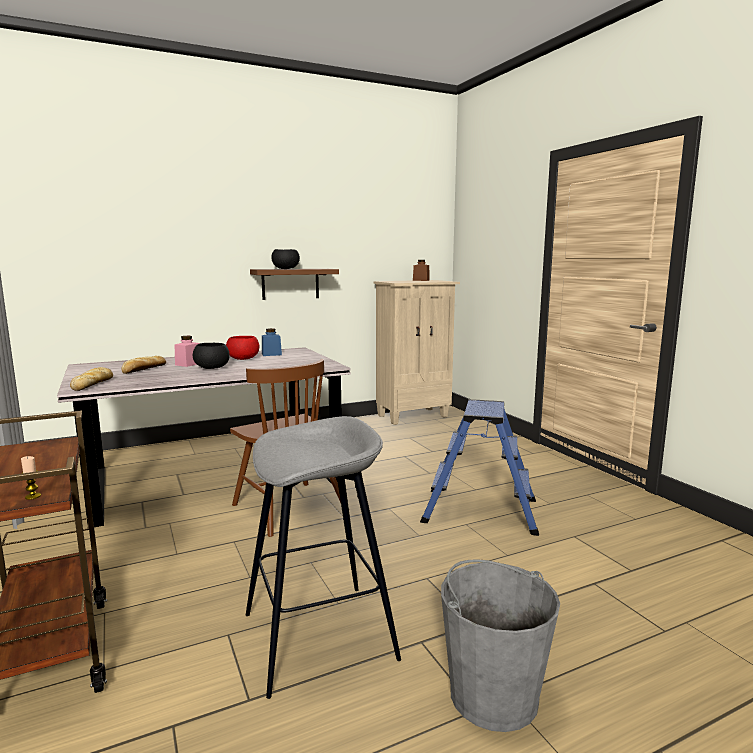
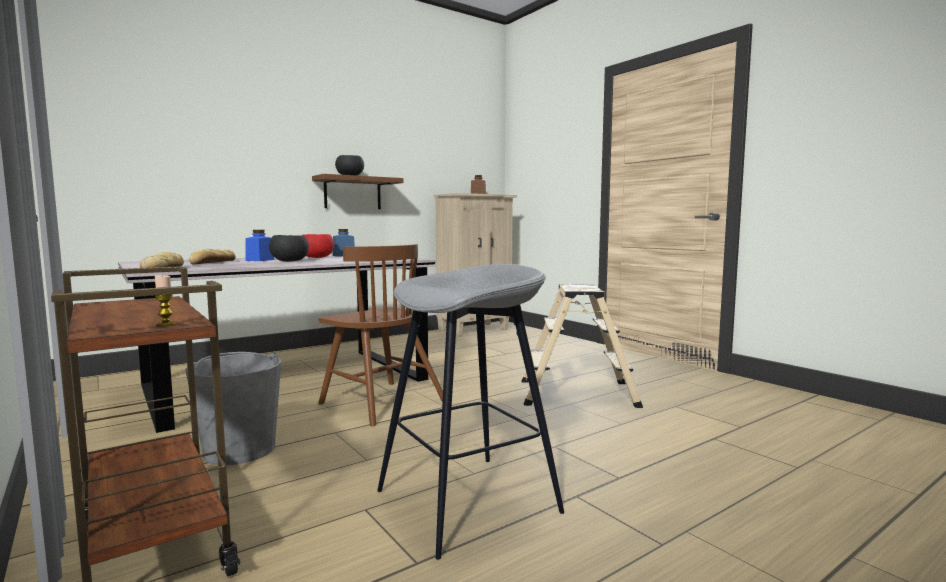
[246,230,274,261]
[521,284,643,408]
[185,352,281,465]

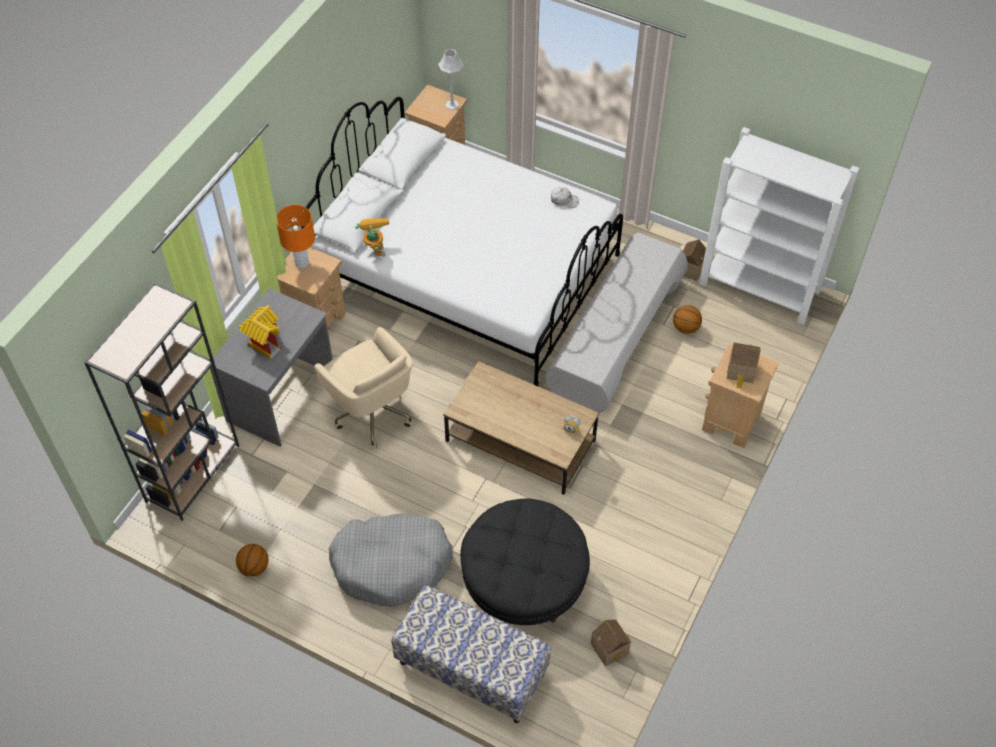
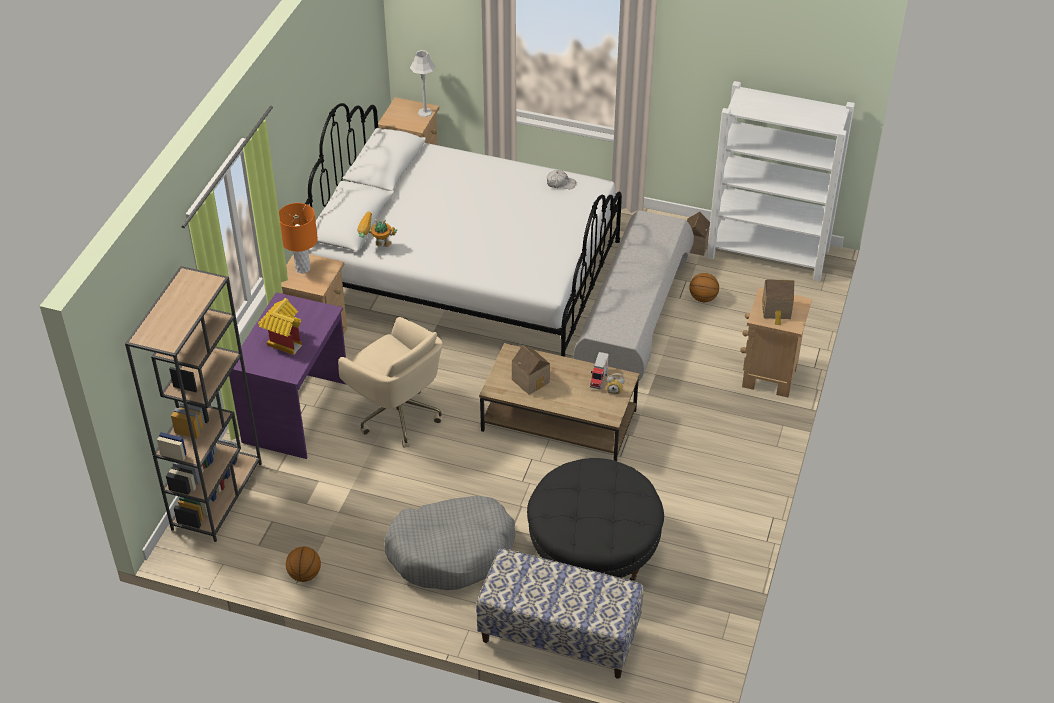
[357,212,397,247]
[229,292,347,459]
[512,345,550,395]
[590,352,609,389]

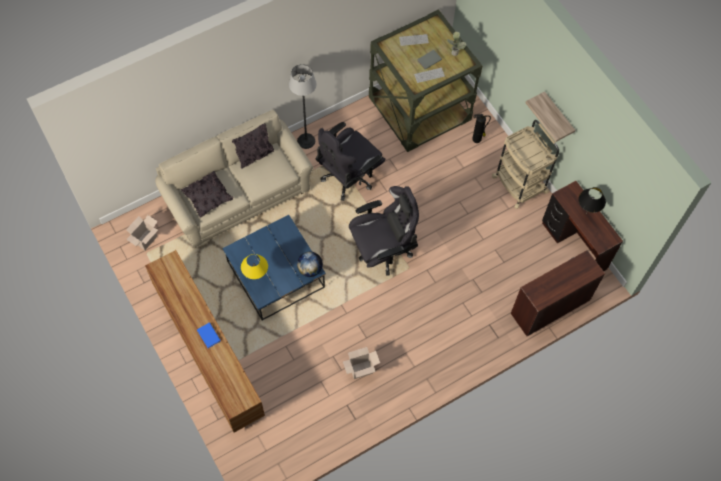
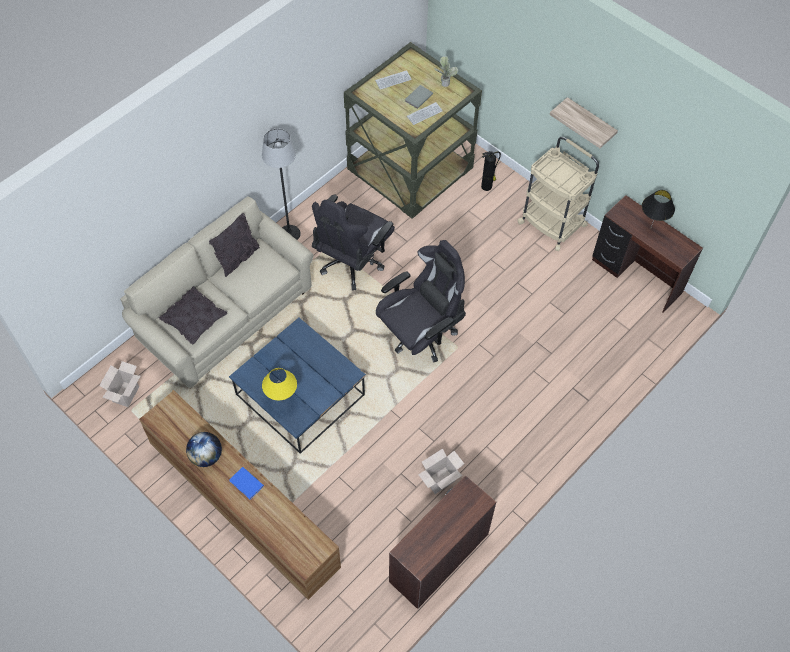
[389,475,496,609]
[186,432,222,467]

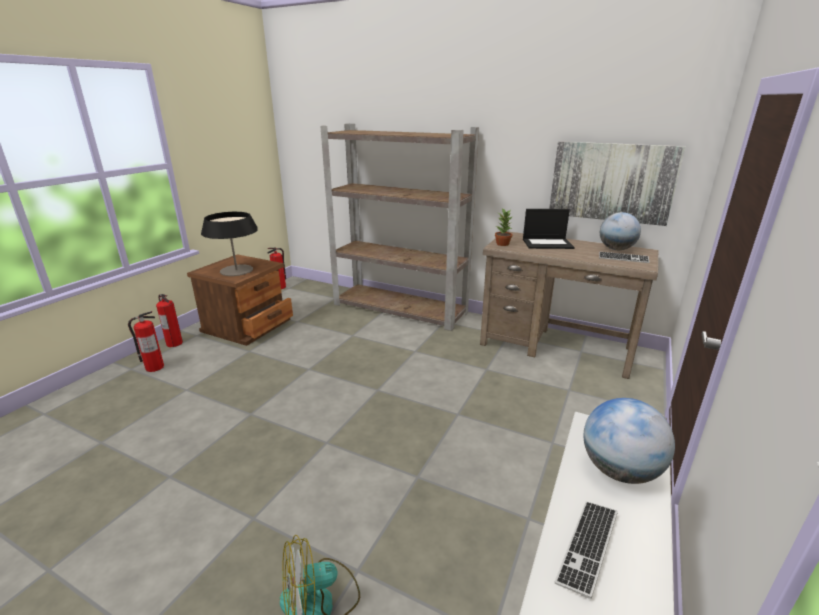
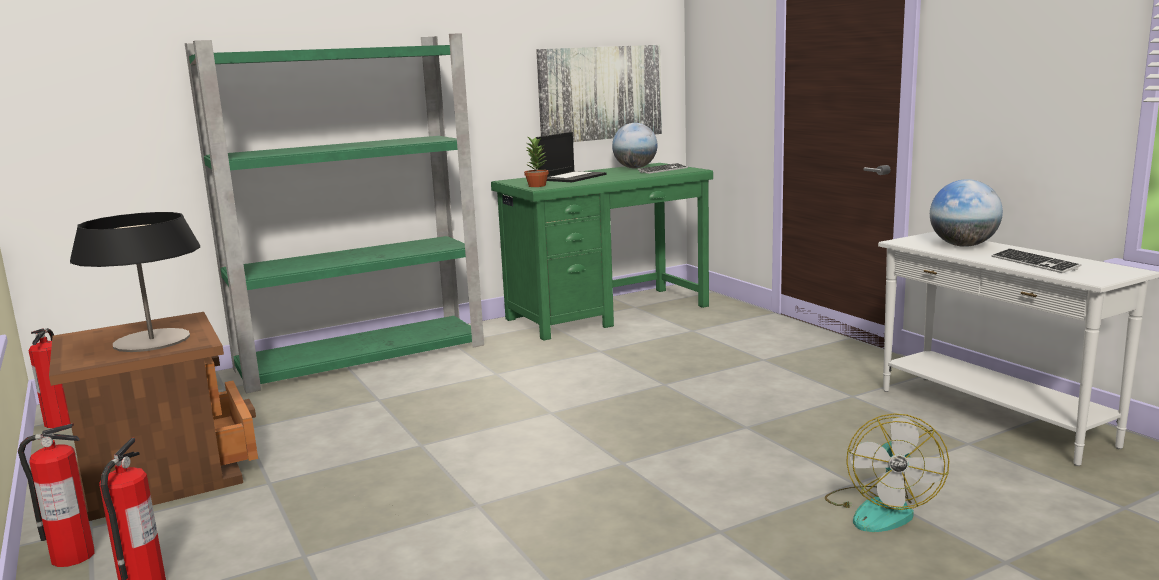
[185,33,484,393]
[491,163,713,341]

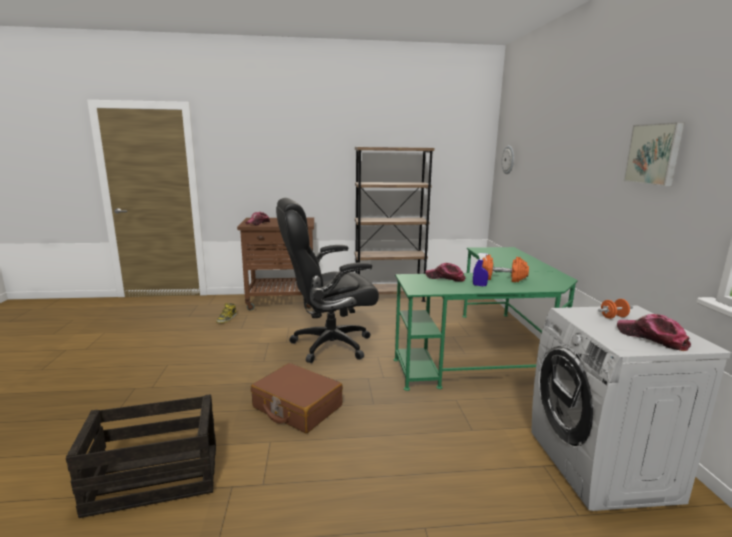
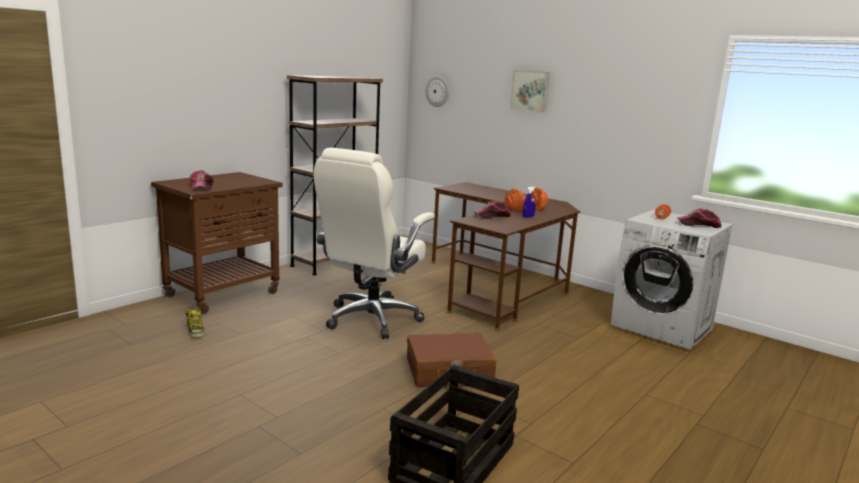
[510,70,550,113]
[314,148,435,339]
[431,182,580,331]

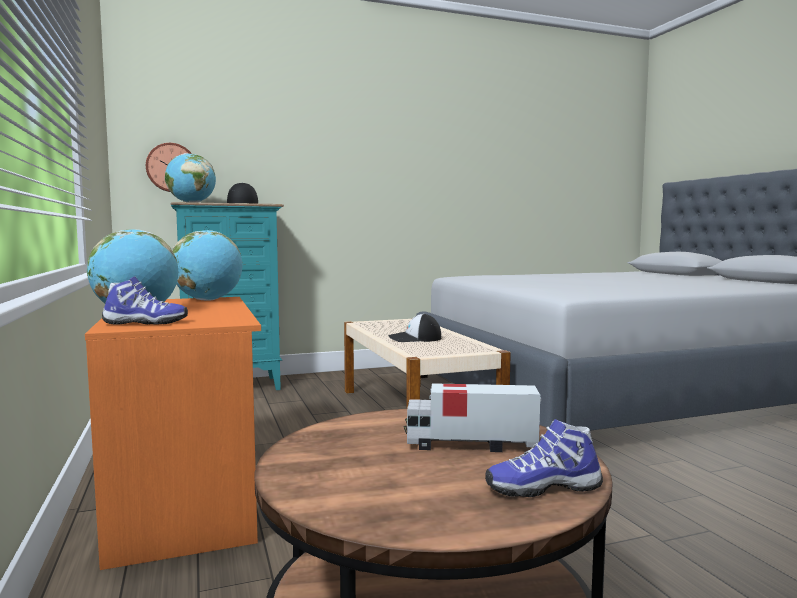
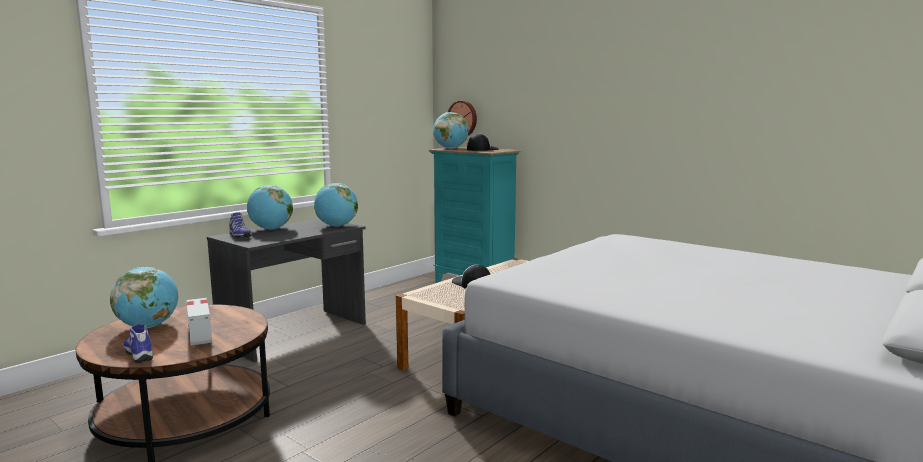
[207,219,366,362]
[110,267,178,328]

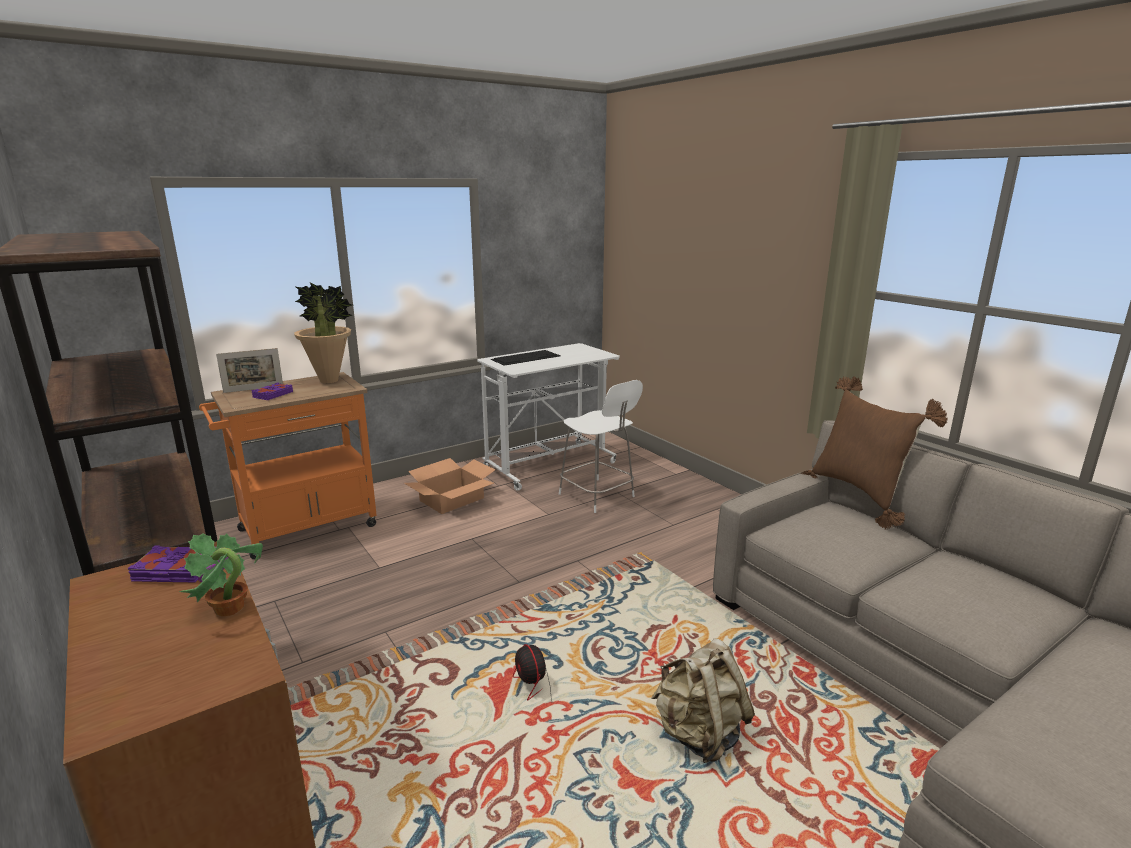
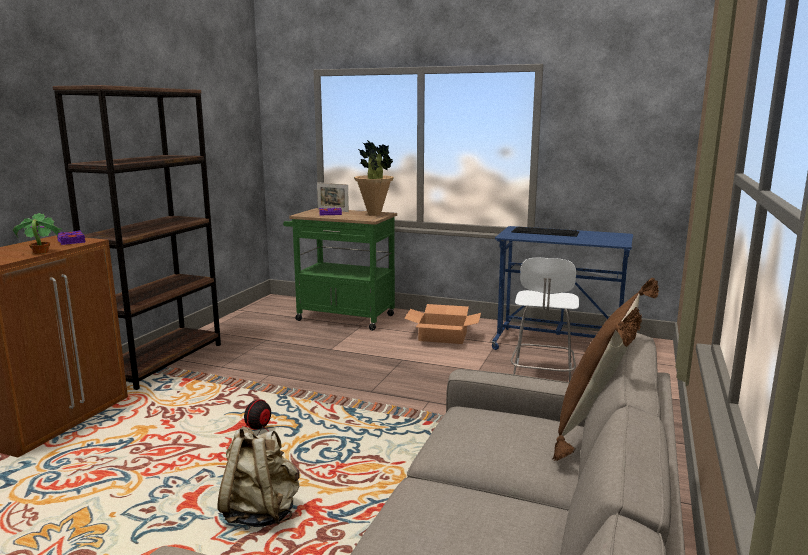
[492,226,633,350]
[283,208,397,331]

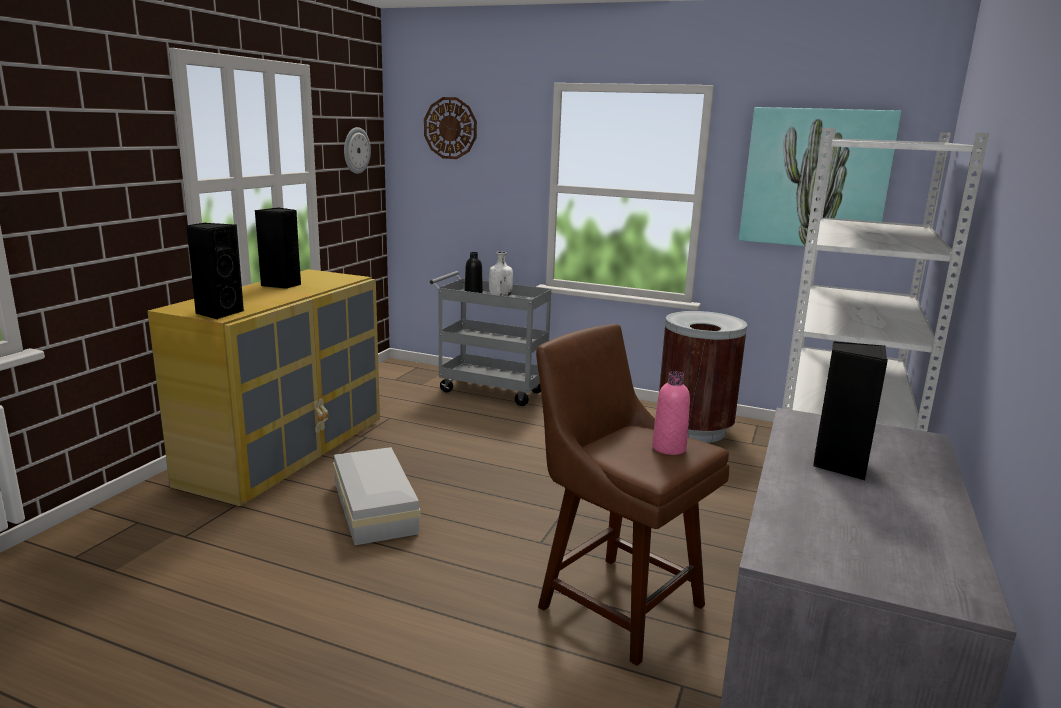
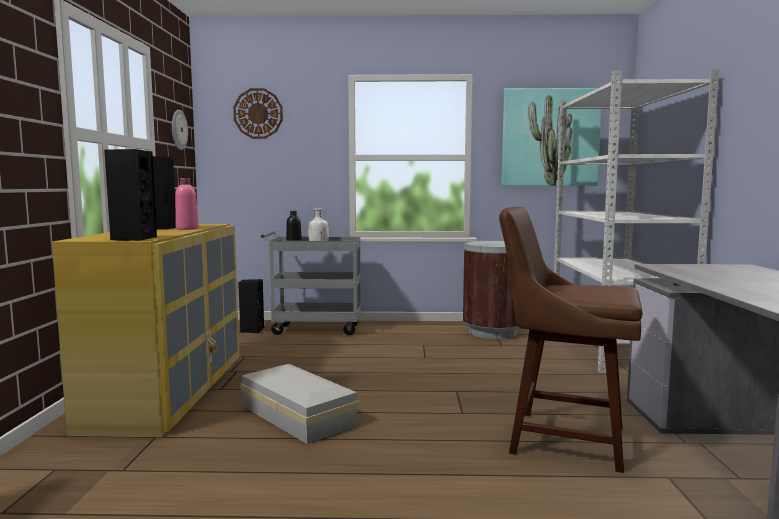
[238,279,264,333]
[175,178,199,230]

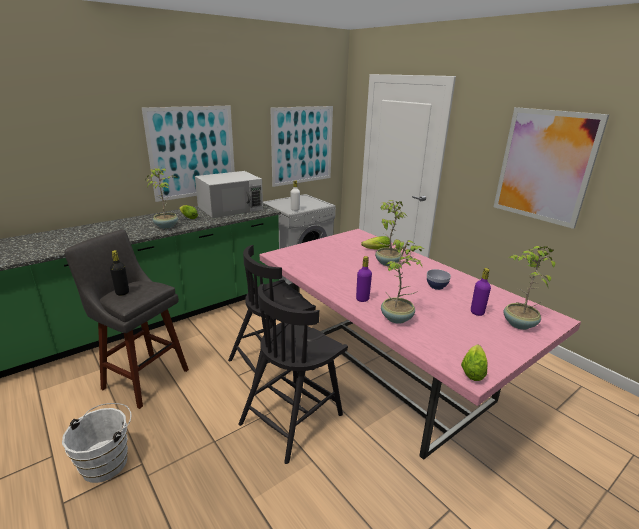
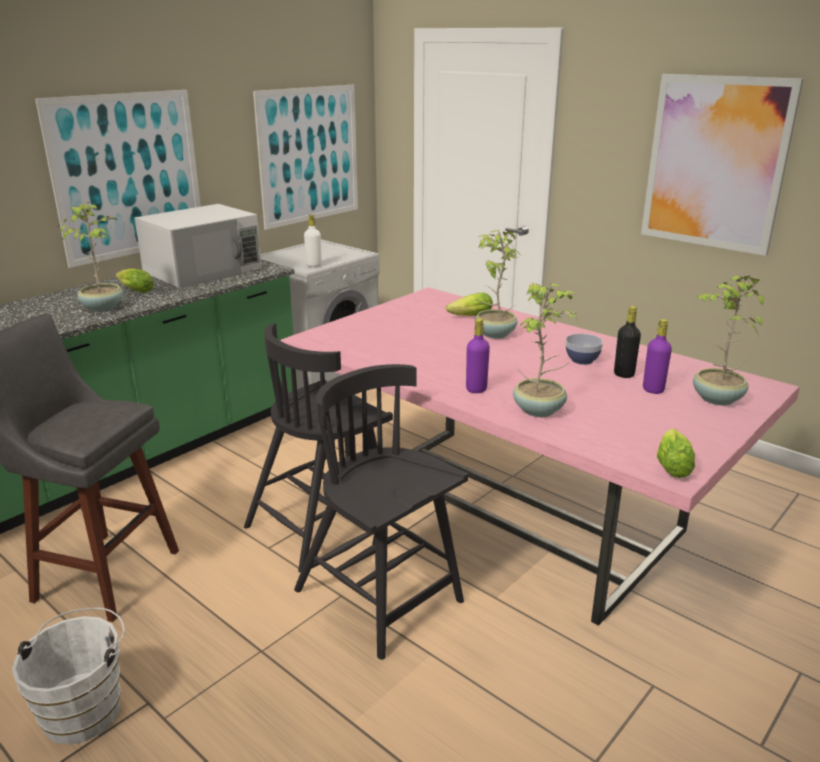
[614,306,641,378]
[294,364,468,660]

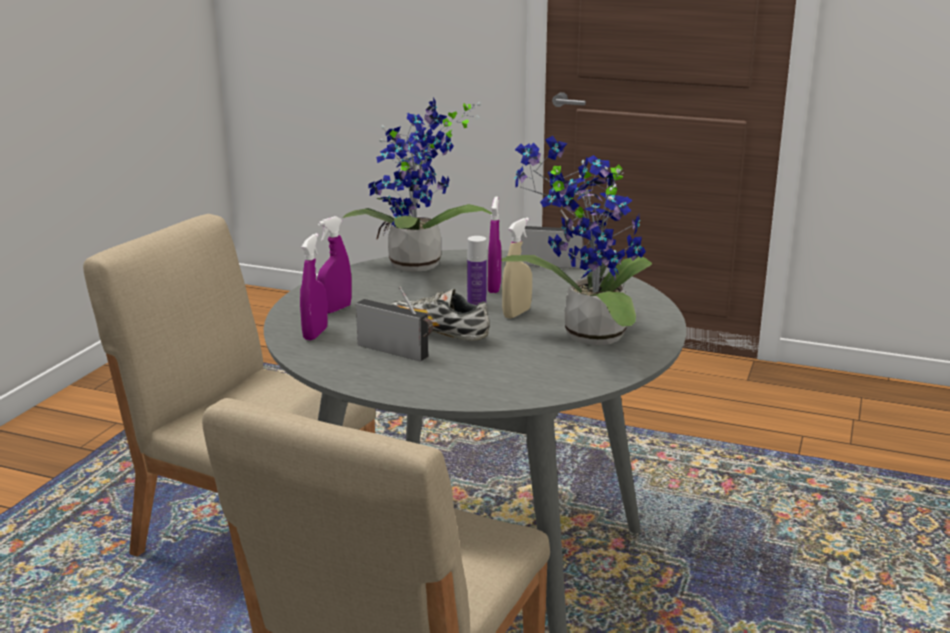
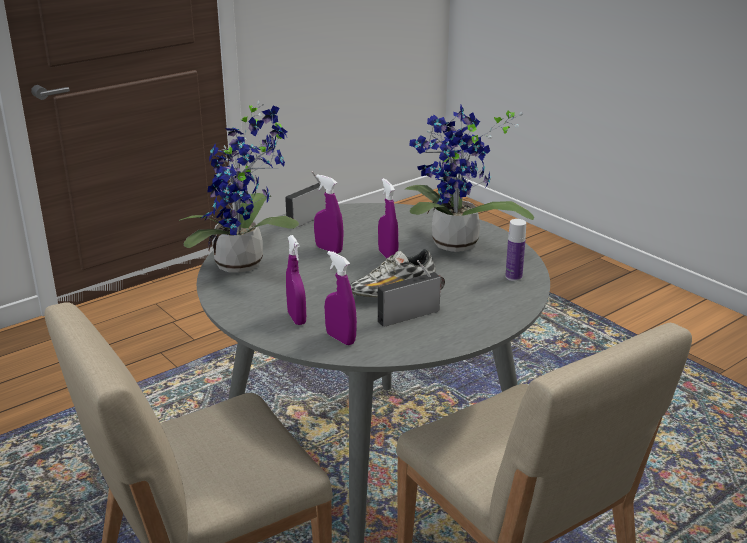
[378,178,399,259]
[505,219,526,281]

